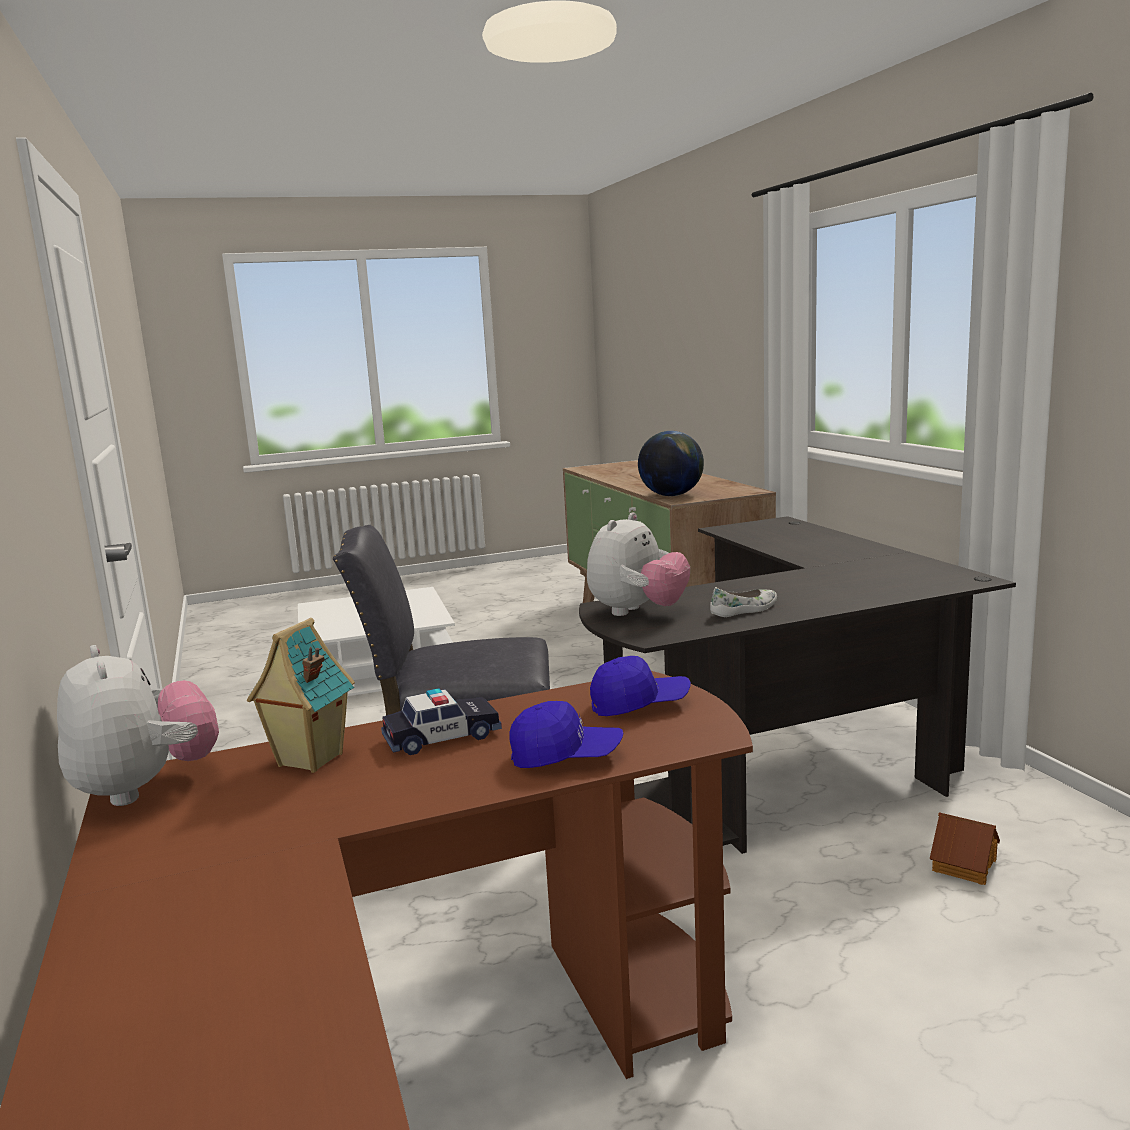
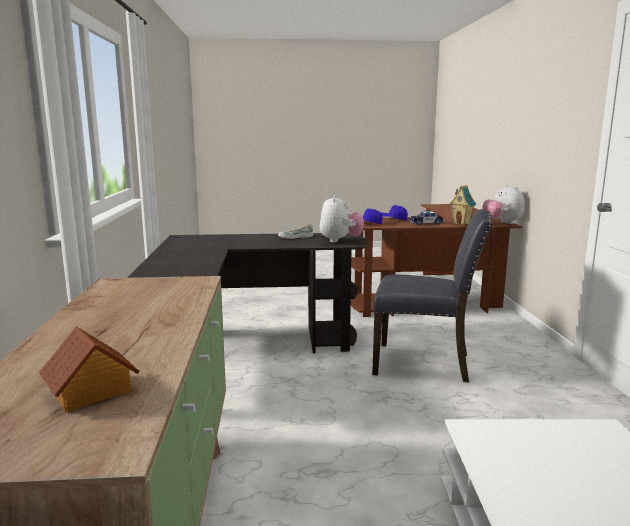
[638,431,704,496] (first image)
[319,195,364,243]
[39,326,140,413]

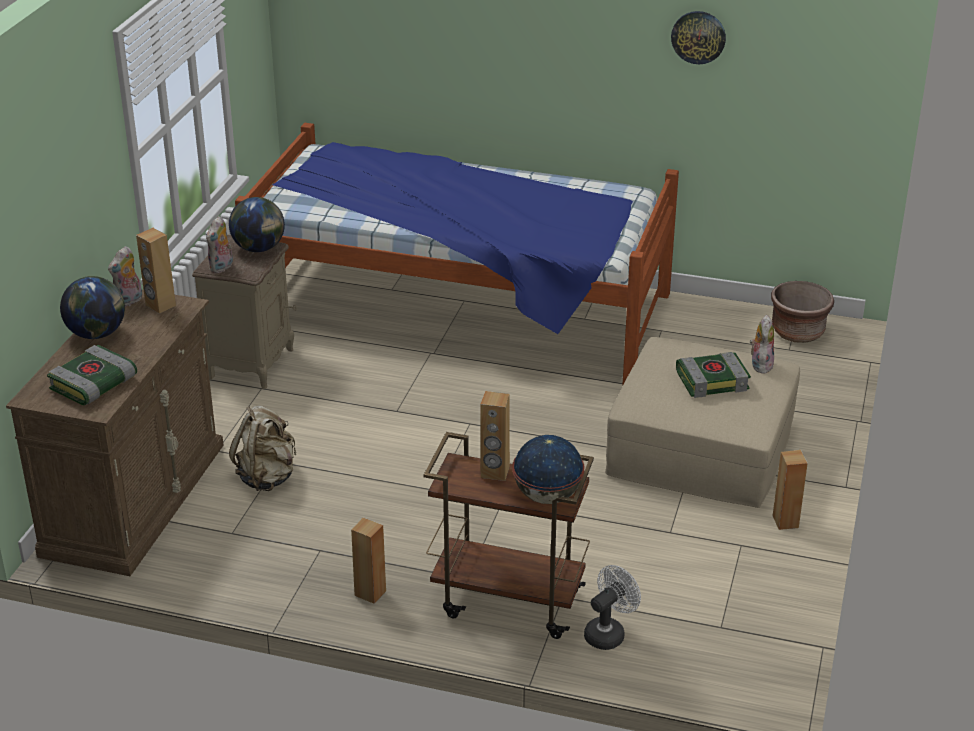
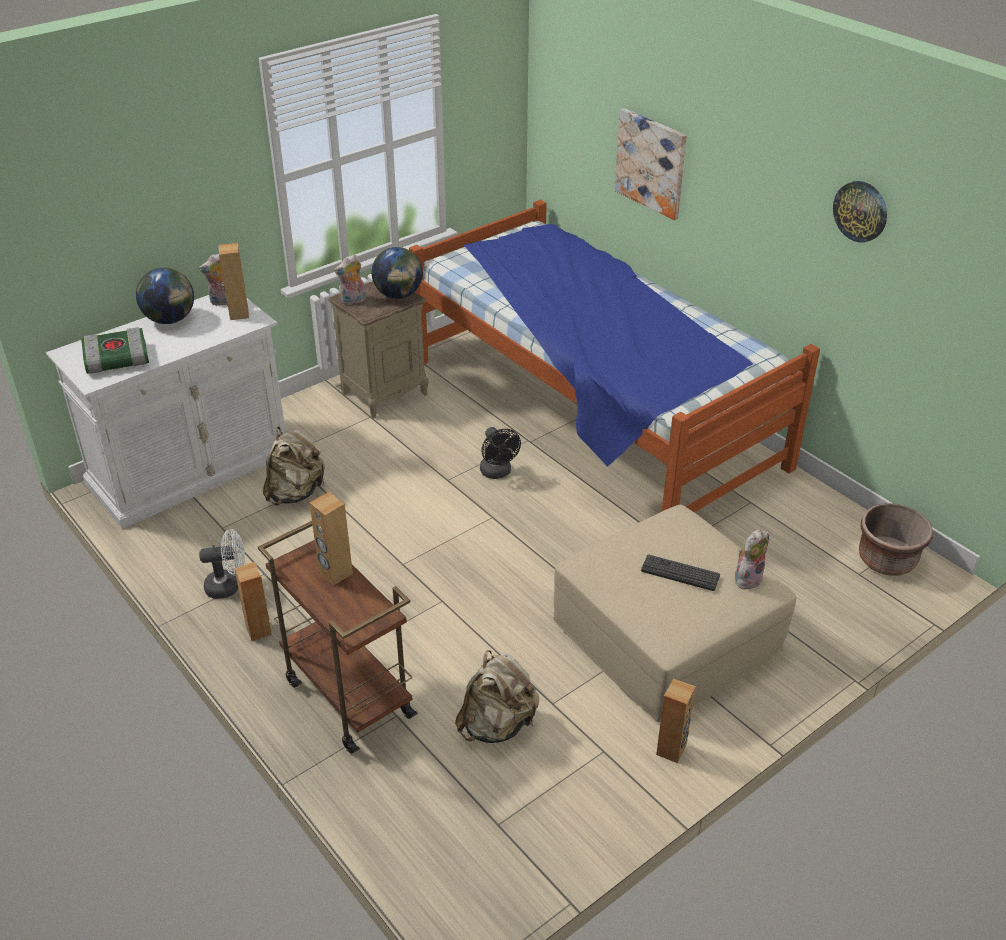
[46,295,286,529]
[641,555,720,591]
[512,435,584,504] (first image)
[199,529,245,599]
[614,108,687,220]
[480,427,521,479]
[455,650,539,743]

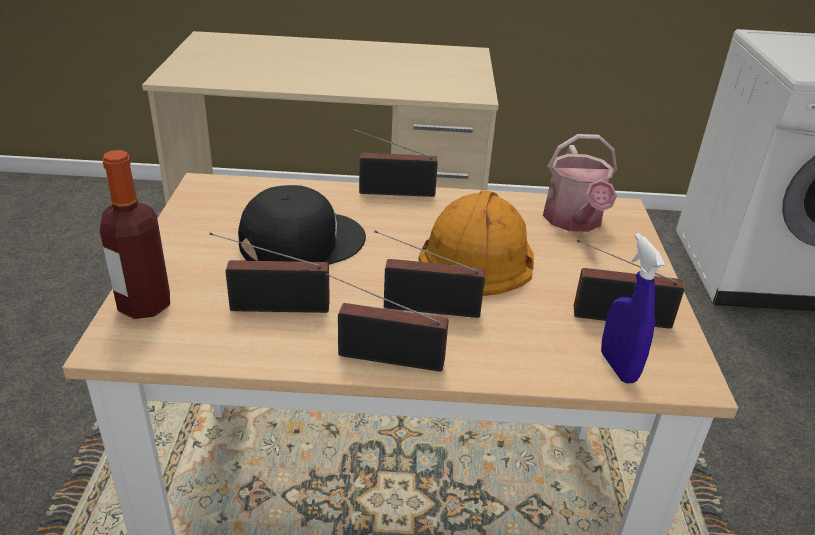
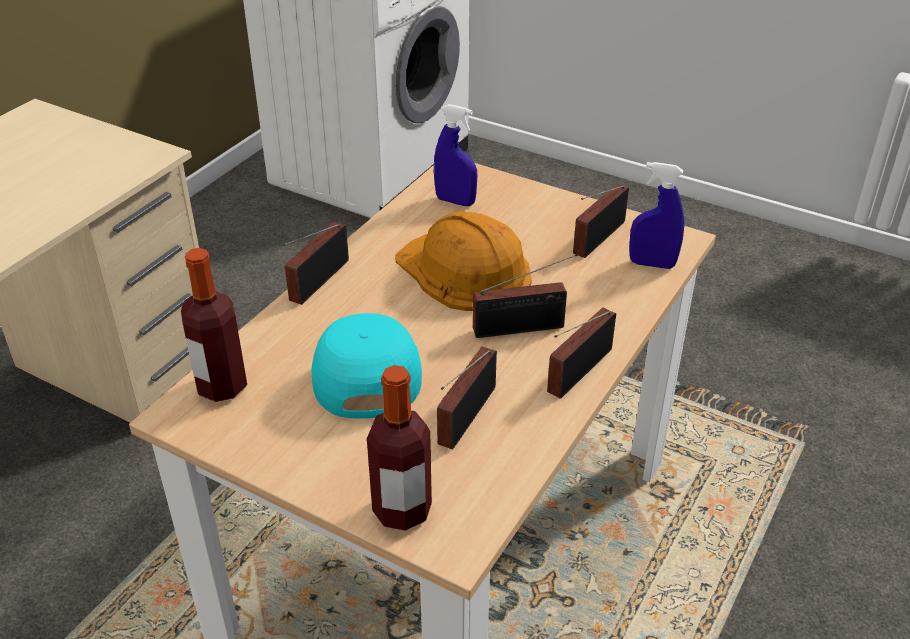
[434,104,477,206]
[311,313,422,418]
[473,254,578,338]
[181,248,247,402]

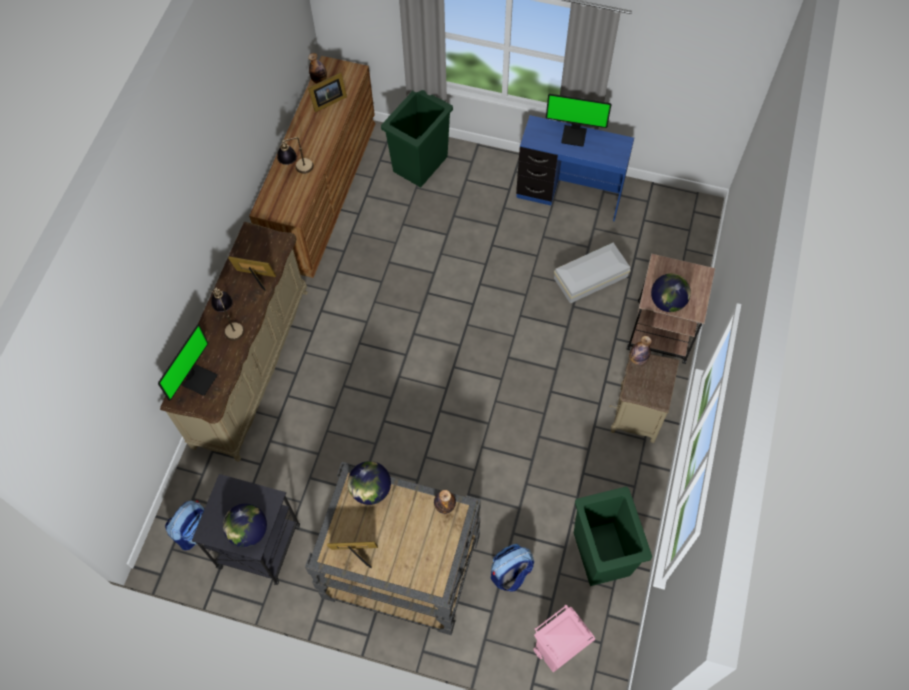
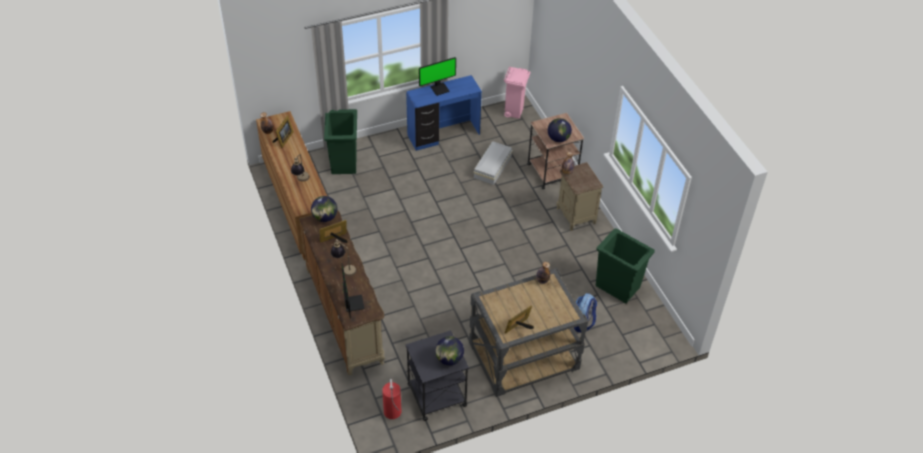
[311,196,337,222]
[382,379,401,419]
[504,66,530,119]

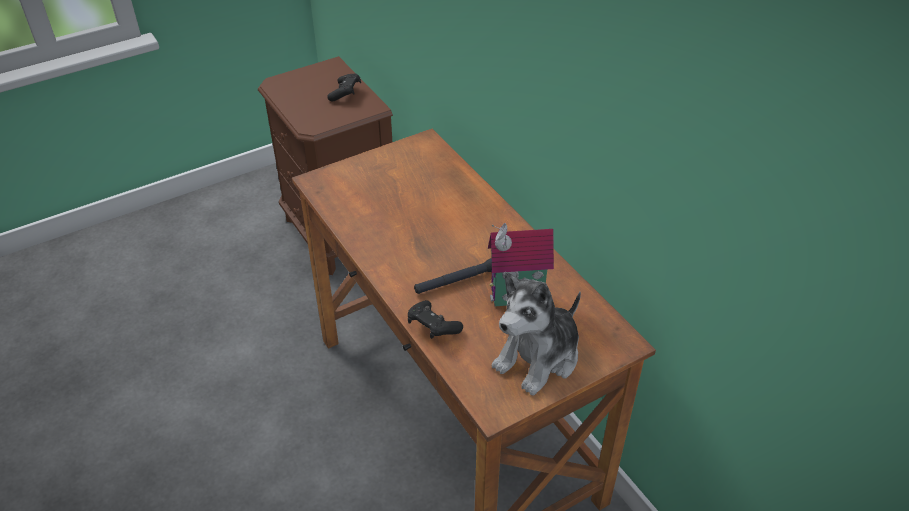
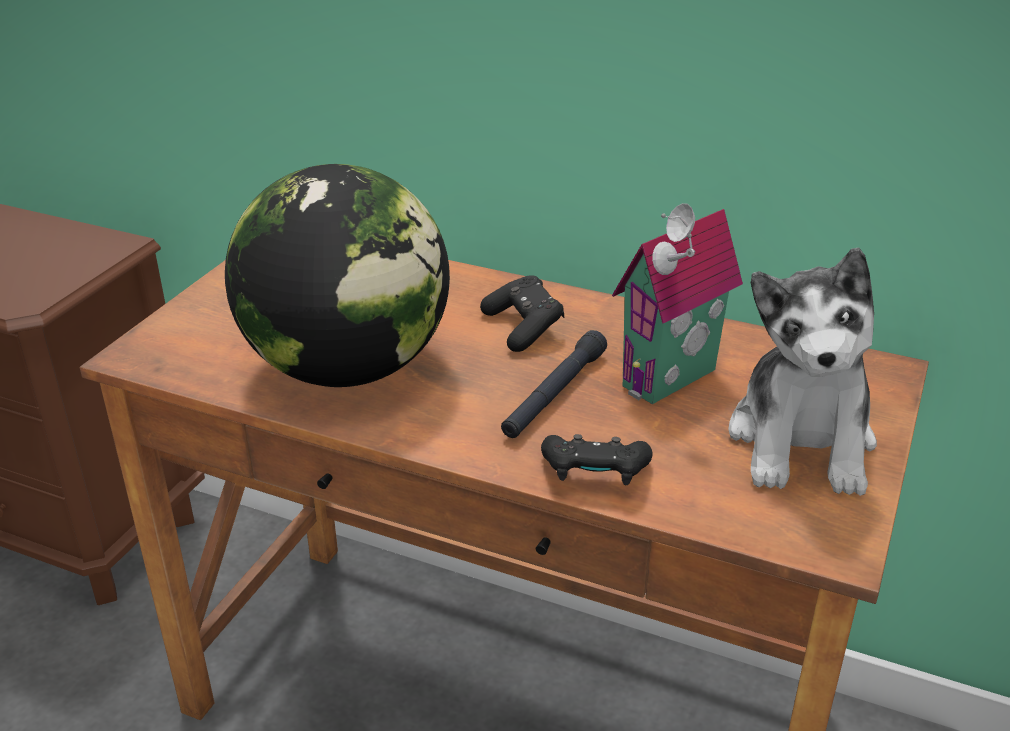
[480,275,565,352]
[225,164,450,387]

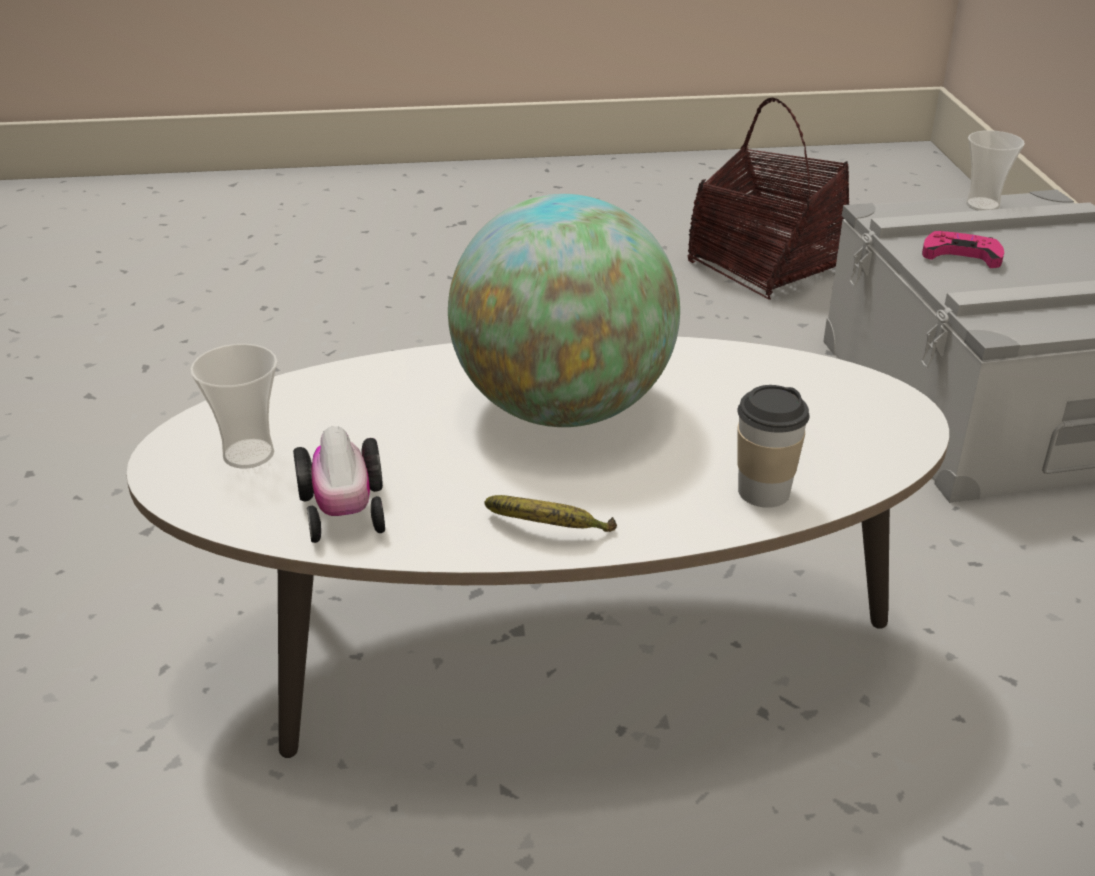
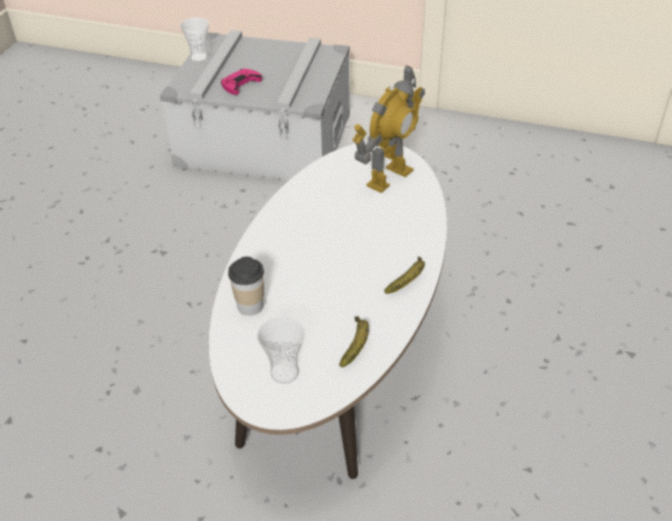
[688,98,849,300] (first image)
[448,194,680,427] (first image)
[228,256,264,315]
[339,316,369,367]
[352,65,425,193]

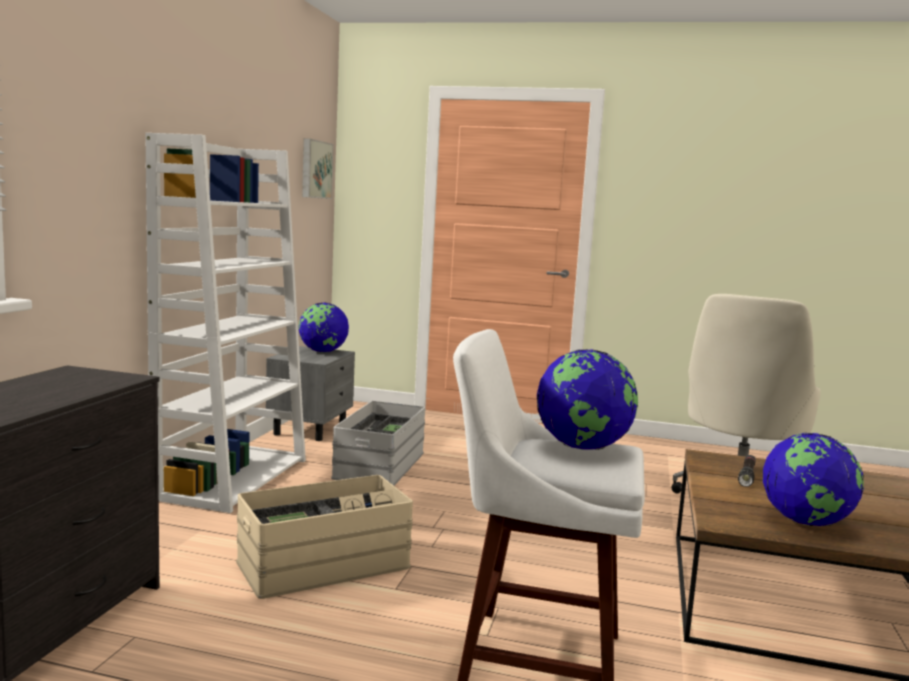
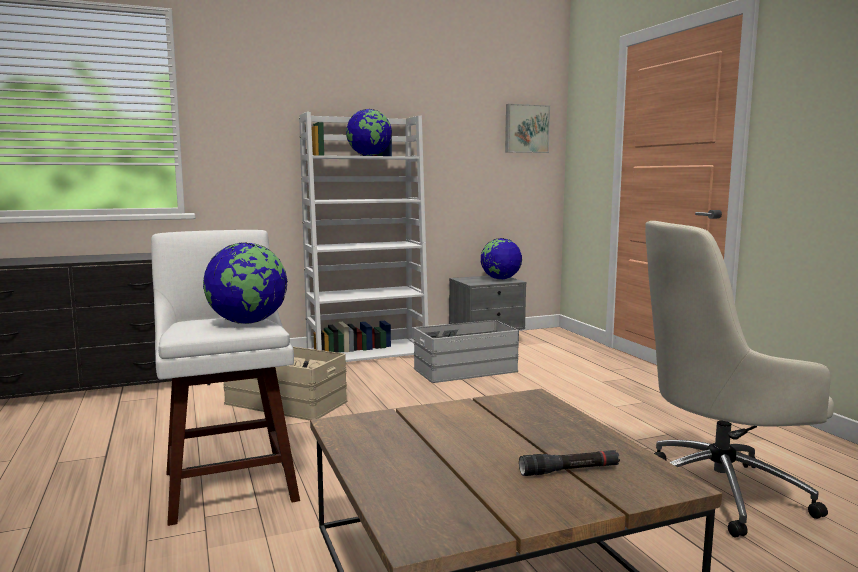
[346,109,392,156]
[519,450,620,476]

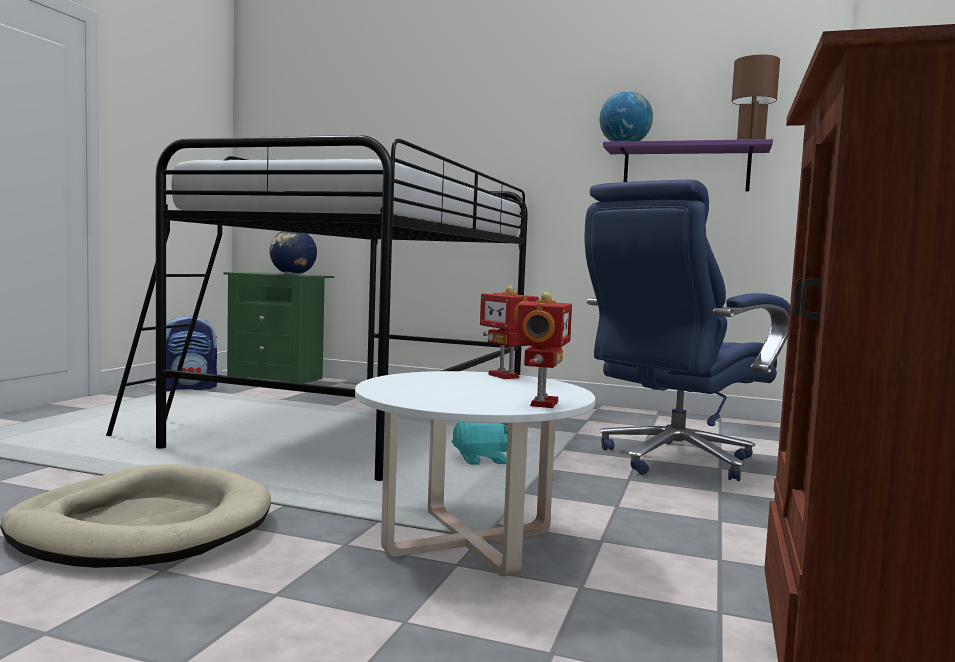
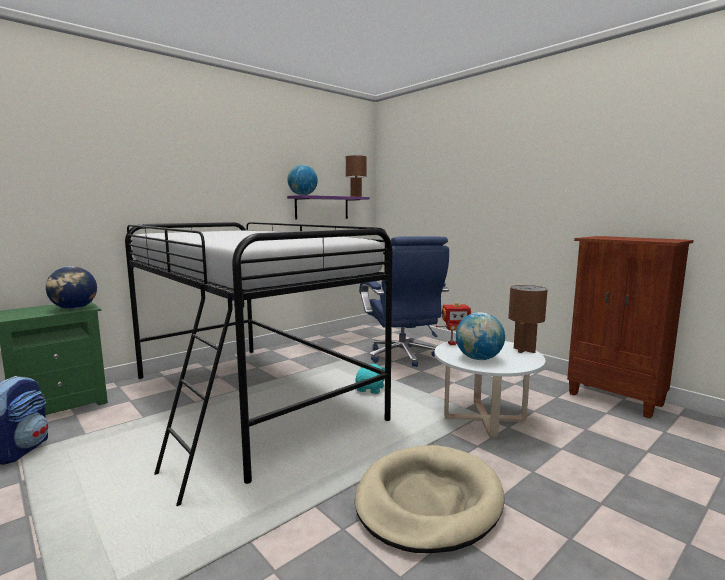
[508,285,548,353]
[456,312,505,360]

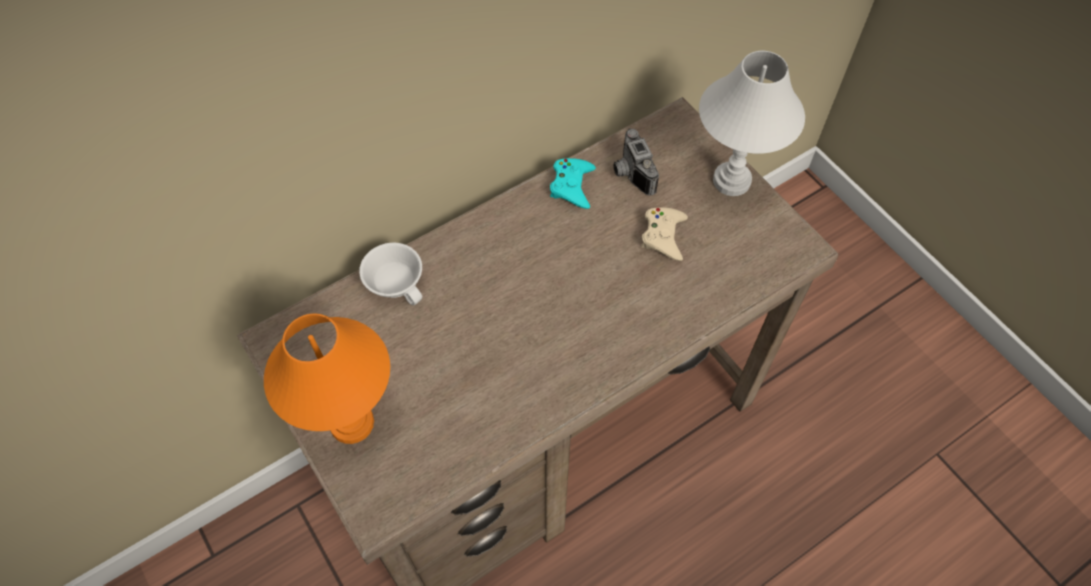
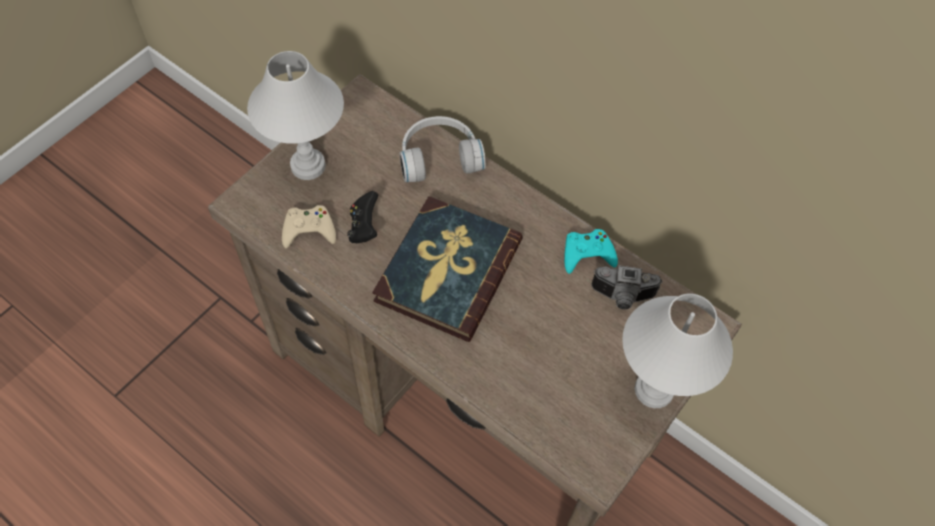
[592,265,663,309]
[282,205,336,248]
[400,116,486,182]
[247,51,344,180]
[347,191,378,243]
[372,196,523,342]

